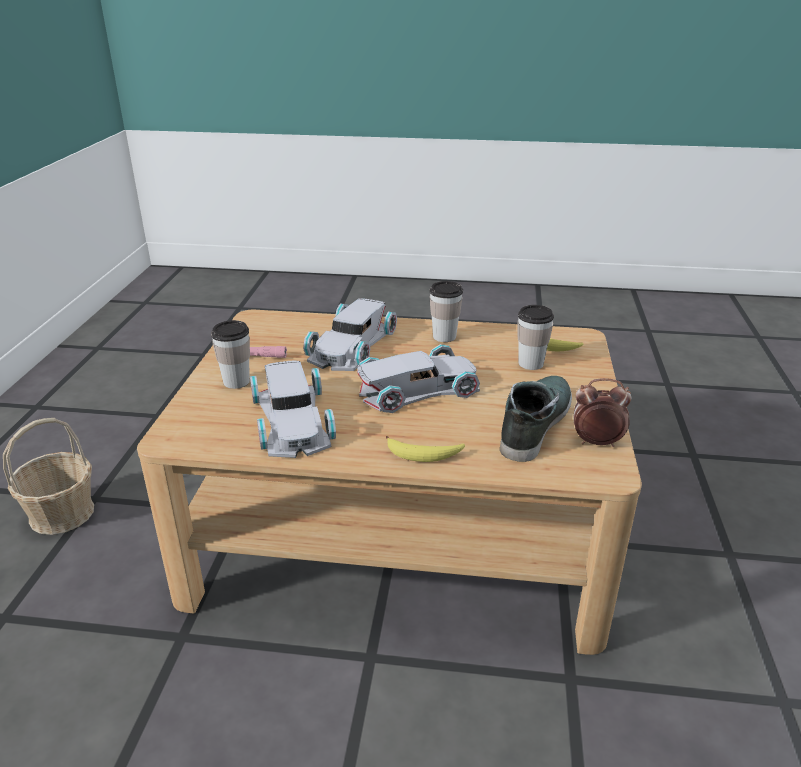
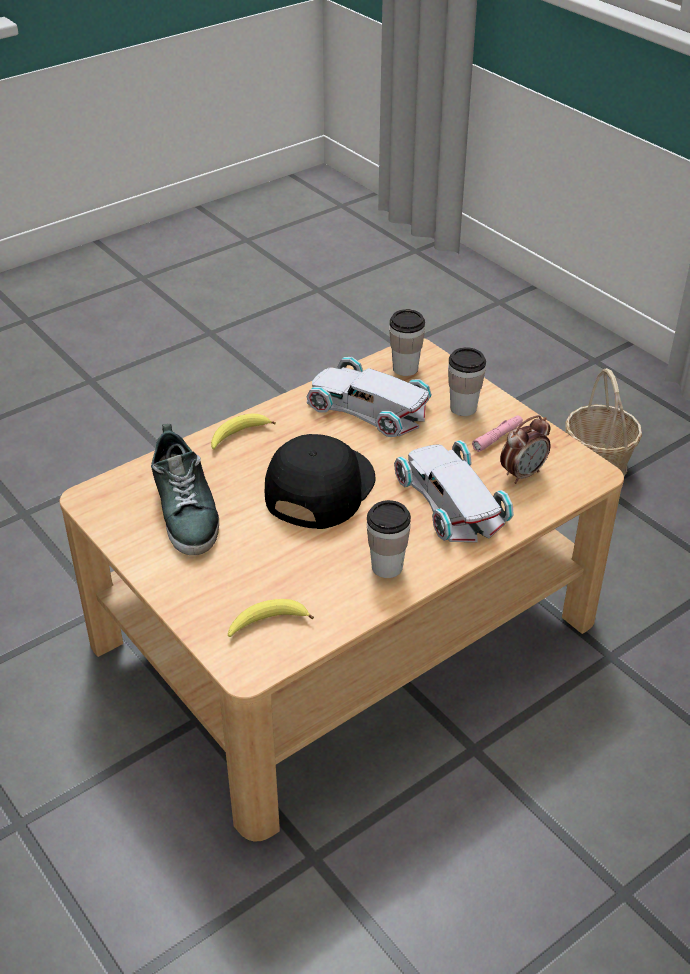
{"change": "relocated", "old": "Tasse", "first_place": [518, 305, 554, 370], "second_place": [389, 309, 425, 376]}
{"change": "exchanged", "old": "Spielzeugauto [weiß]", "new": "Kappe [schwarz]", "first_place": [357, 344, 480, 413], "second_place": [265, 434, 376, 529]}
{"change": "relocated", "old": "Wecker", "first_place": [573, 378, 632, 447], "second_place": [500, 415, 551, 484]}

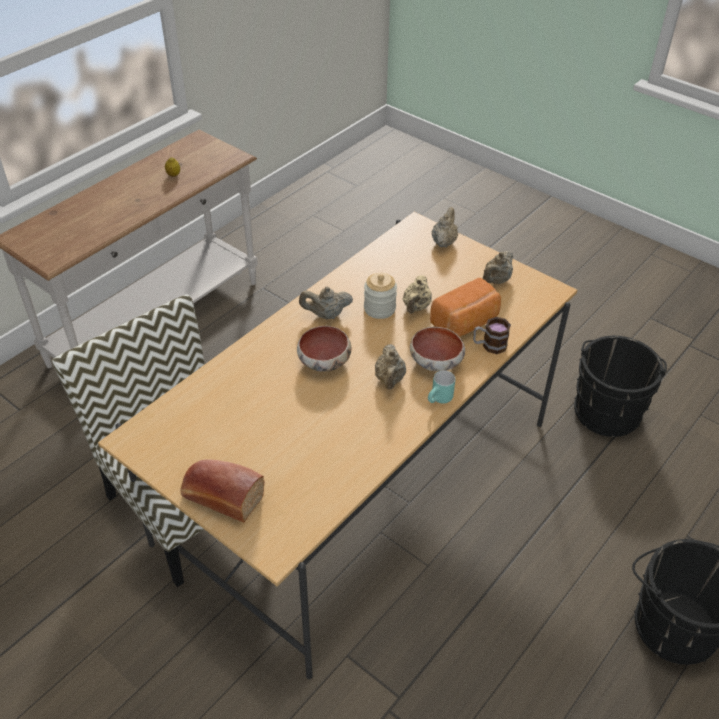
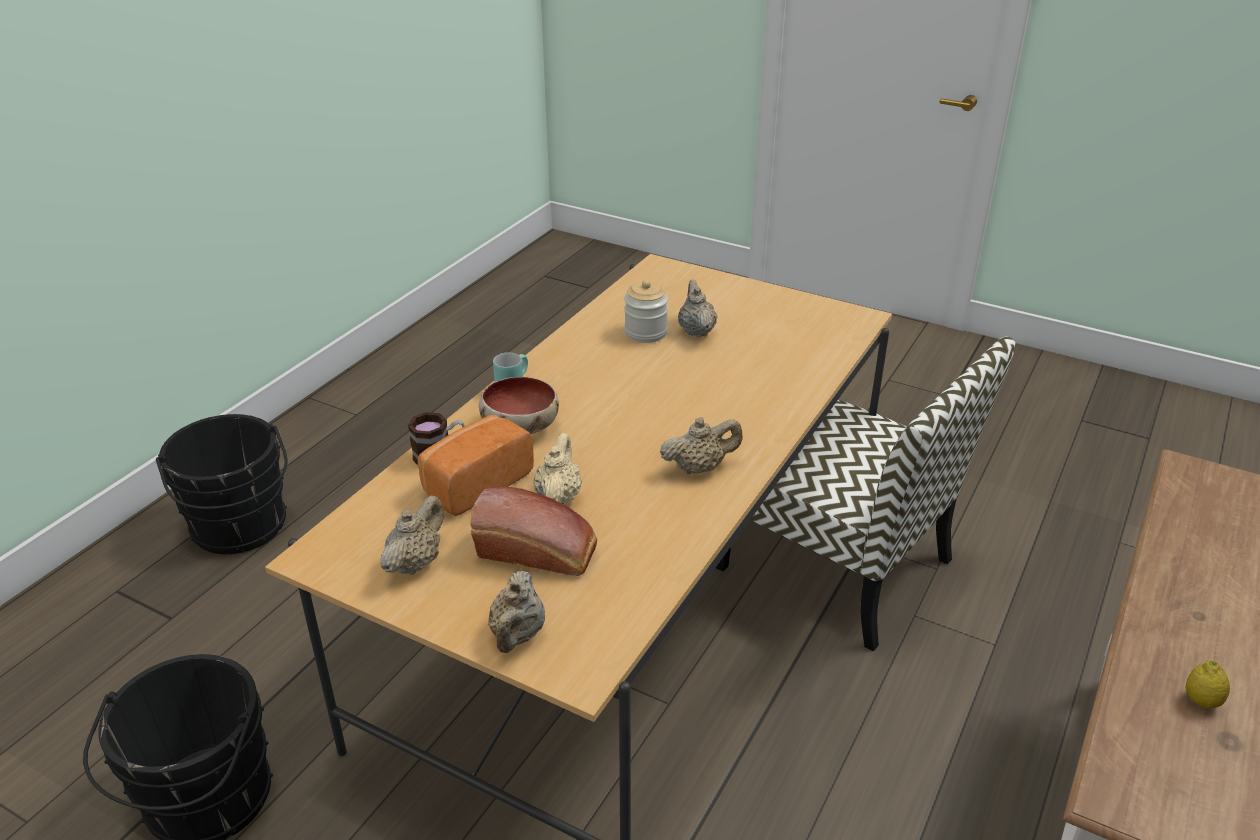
{"change": "relocated", "old": "Vorratsglas", "first_place": [364, 273, 397, 319], "second_place": [624, 280, 668, 343]}
{"change": "missing", "old": "Schüssel", "first_place": [297, 326, 351, 372]}
{"change": "relocated", "old": "Teekanne [beige]", "first_place": [375, 344, 406, 390], "second_place": [678, 280, 718, 337]}
{"change": "relocated", "old": "Brot", "first_place": [181, 459, 265, 522], "second_place": [470, 486, 597, 576]}

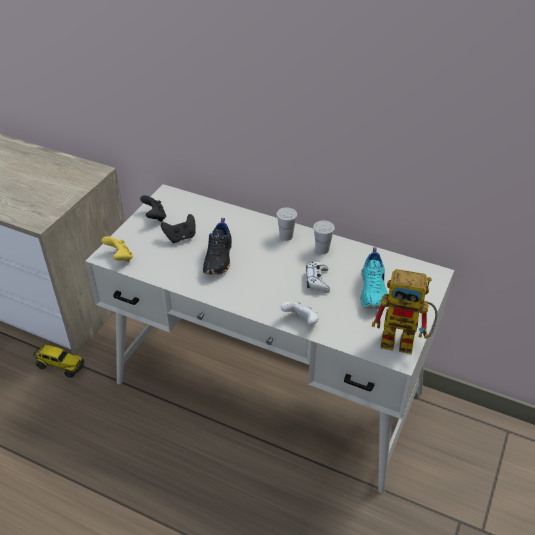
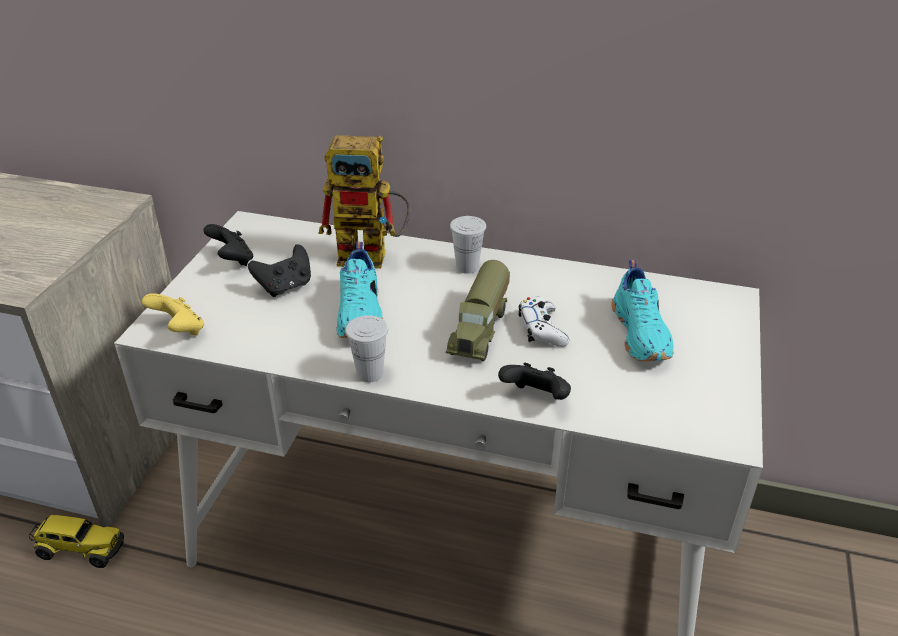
{"change": "colour", "old": "Schuh [schwarz]", "new": "Schuh [türkis]", "first_place": [203, 218, 232, 275], "second_place": [336, 242, 383, 338]}
{"change": "relocated", "old": "Tasse [weiß]", "first_place": [313, 221, 335, 254], "second_place": [345, 315, 388, 382]}
{"change": "relocated", "old": "Spielzeugroboter", "first_place": [372, 269, 438, 354], "second_place": [318, 135, 410, 268]}
{"change": "colour", "old": "Gamepad [weiß]", "new": "Gamepad [schwarz]", "first_place": [281, 301, 319, 325], "second_place": [498, 363, 571, 400]}
{"change": "appeared", "new": "Spielzeuglaster", "second_place": [446, 260, 510, 361]}

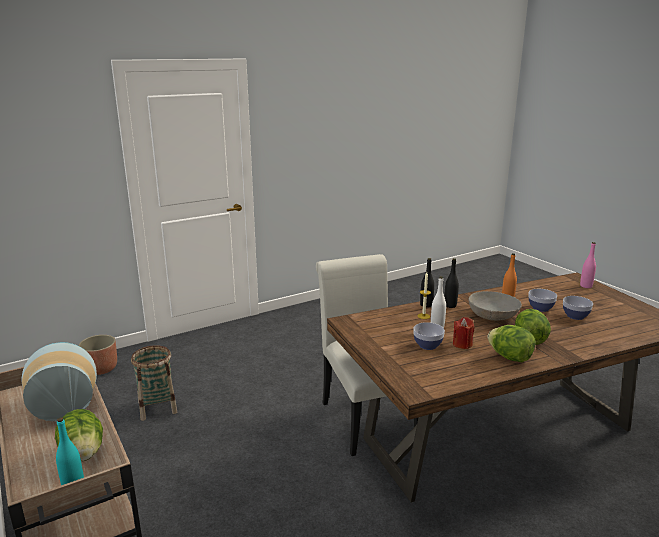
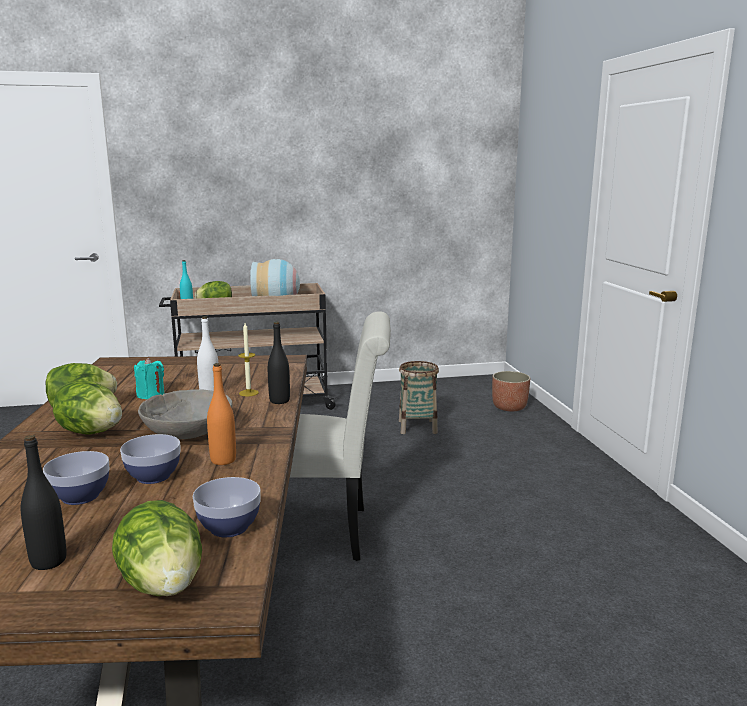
{"change": "exchanged", "old": "Flasche [rosa]", "new": "Salatkopf", "first_place": [580, 242, 596, 288], "second_place": [112, 500, 202, 596]}
{"change": "relocated", "old": "Flasche [schwarz]", "first_place": [444, 258, 459, 308], "second_place": [21, 435, 66, 570]}
{"change": "colour", "old": "Kerze [rot]", "new": "Kerze [türkis]", "first_place": [453, 317, 474, 349], "second_place": [134, 358, 164, 400]}
{"change": "relocated", "old": "Schüssel", "first_place": [413, 322, 445, 350], "second_place": [193, 477, 261, 537]}

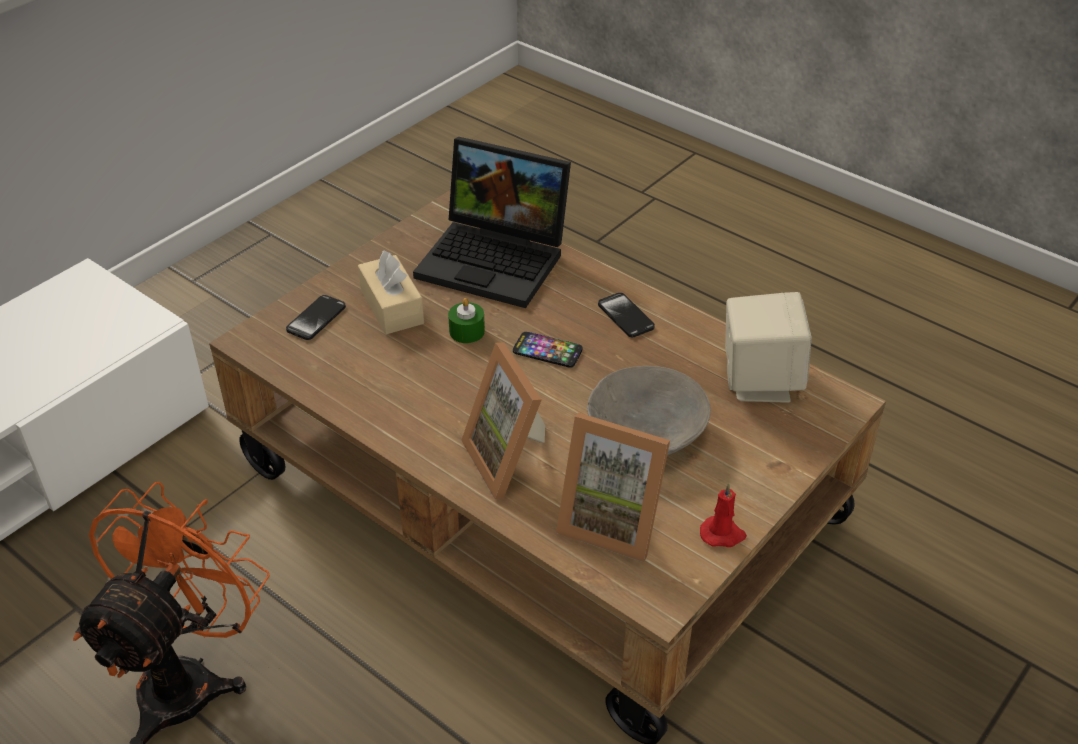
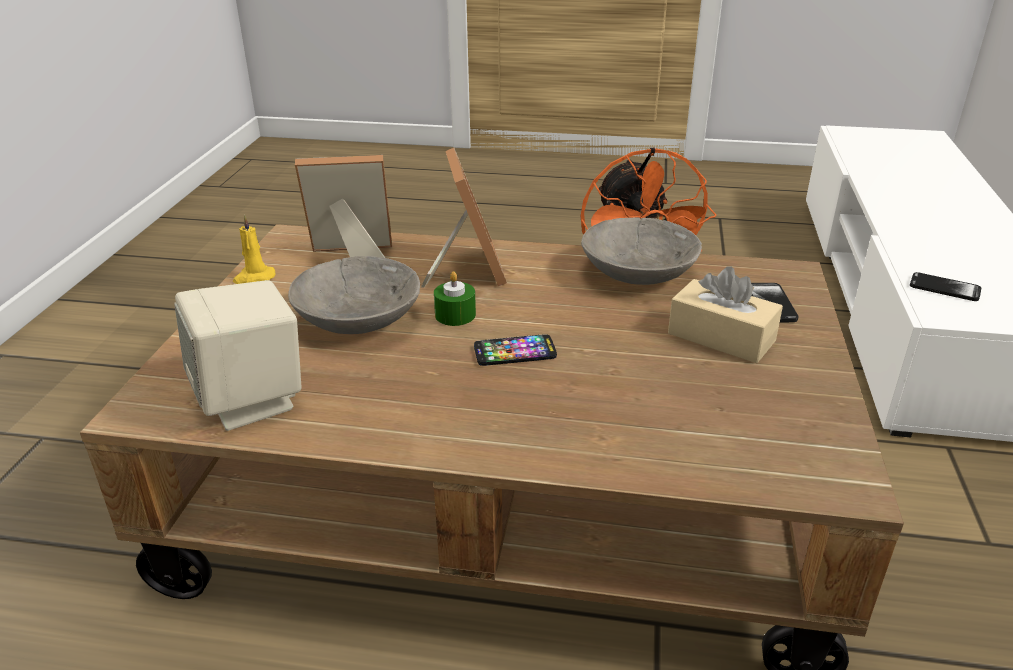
{"change": "missing", "old": "Laptop", "first_place": [413, 137, 571, 308]}
{"change": "relocated", "old": "Handy", "first_place": [598, 293, 655, 337], "second_place": [910, 272, 981, 301]}
{"change": "relocated", "old": "Kerze [grün]", "first_place": [448, 298, 485, 343], "second_place": [434, 271, 476, 326]}
{"change": "spun", "old": "Bilderrahmen", "first_place": [461, 343, 545, 499], "second_place": [421, 148, 507, 288], "degrees": 45}
{"change": "colour", "old": "Kerze [rot]", "new": "Kerze [gelb]", "first_place": [700, 483, 747, 547], "second_place": [233, 215, 275, 284]}
{"change": "appeared", "new": "Schüssel [grau]", "second_place": [581, 217, 702, 285]}

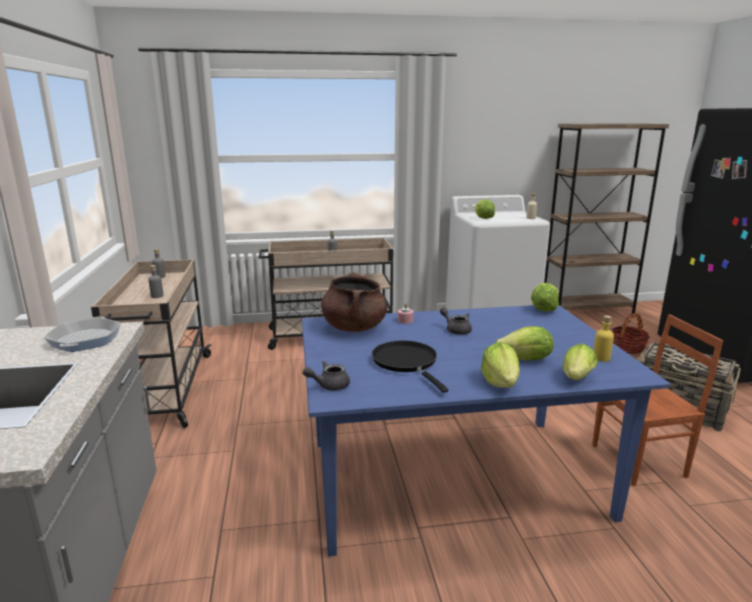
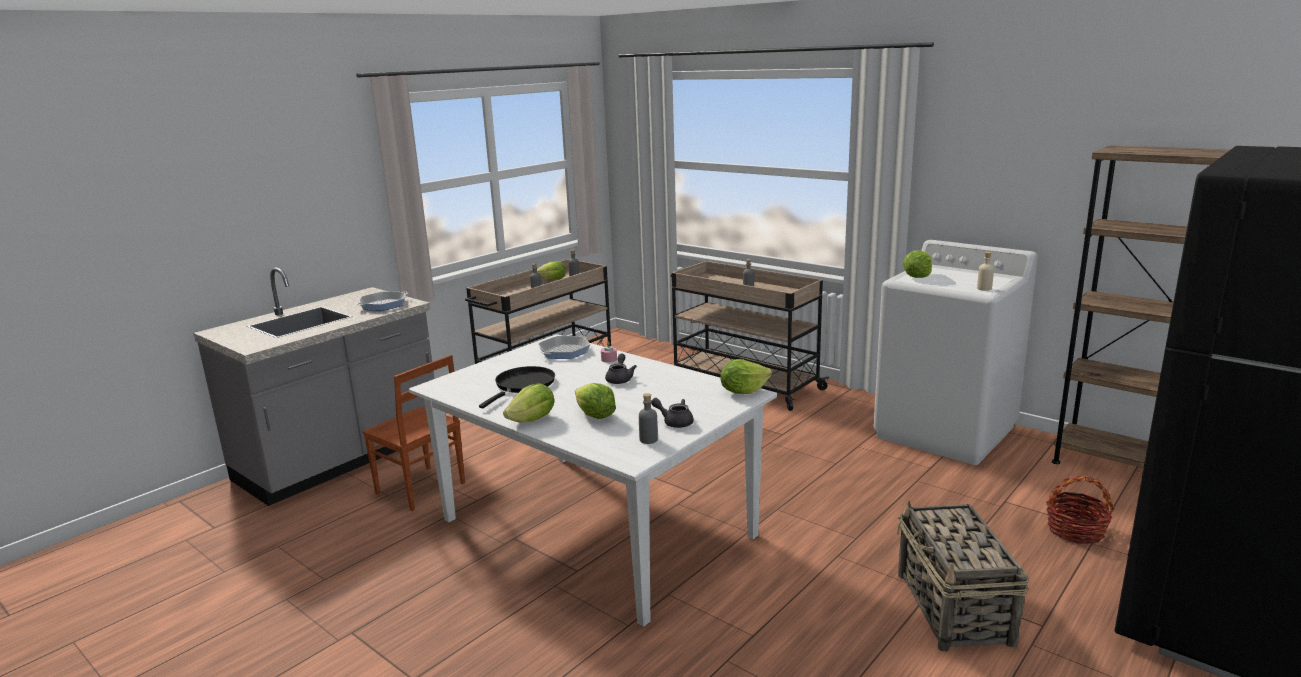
{"change": "exchanged", "old": "Kochtopf [braun]", "new": "Pfanne", "first_place": [321, 273, 387, 332], "second_place": [538, 336, 590, 359]}
{"change": "colour", "old": "Esstisch [blau]", "new": "Esstisch [weiß]", "first_place": [302, 305, 670, 556], "second_place": [409, 334, 777, 627]}
{"change": "relocated", "old": "Stuhl [braun]", "first_place": [592, 314, 723, 486], "second_place": [362, 355, 465, 511]}
{"change": "colour", "old": "Flasche [gelb]", "new": "Flasche [grau]", "first_place": [593, 315, 614, 362], "second_place": [639, 393, 658, 444]}
{"change": "relocated", "old": "Salatkopf", "first_place": [563, 344, 597, 380], "second_place": [537, 261, 566, 280]}
{"change": "relocated", "old": "Teekanne [grau]", "first_place": [303, 360, 350, 390], "second_place": [651, 398, 694, 428]}

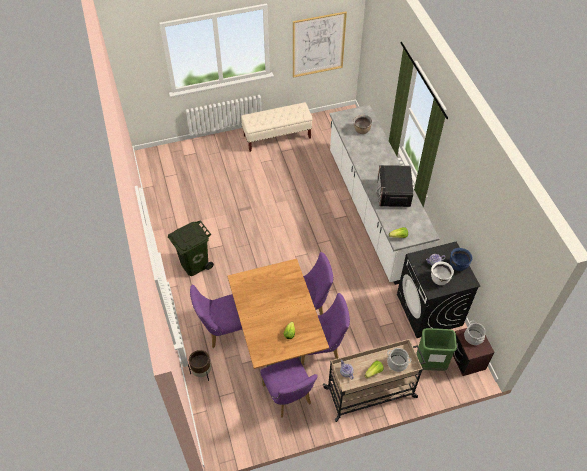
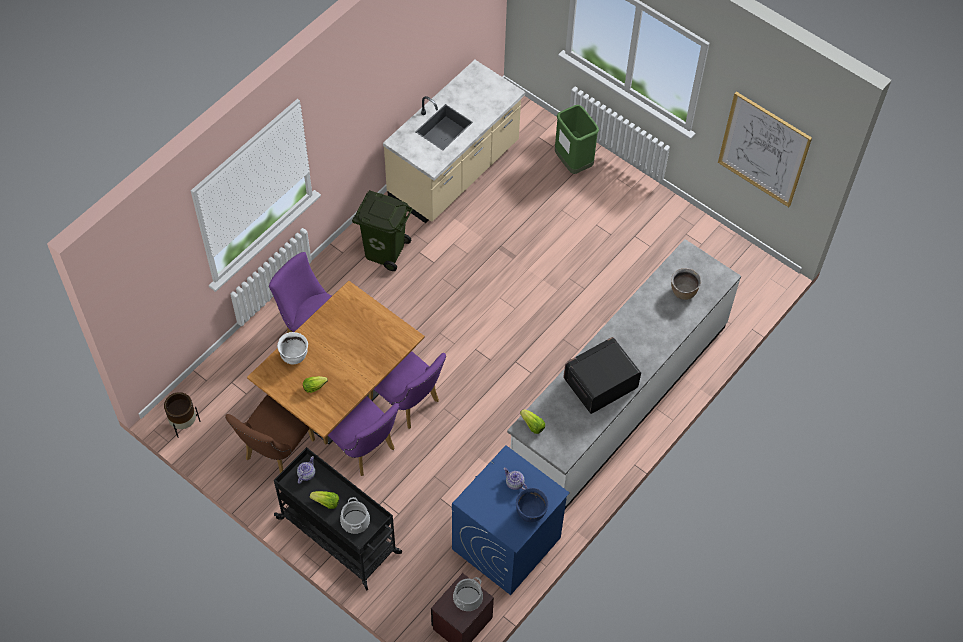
{"change": "missing", "old": "Bank [beige]", "first_place": [241, 102, 313, 152]}
{"change": "colour", "old": "Waschmaschine [schwarz]", "new": "Waschmaschine [blau]", "first_place": [397, 242, 480, 338], "second_place": [452, 445, 570, 595]}
{"change": "relocated", "old": "Kochtopf [weiß]", "first_place": [431, 261, 454, 285], "second_place": [277, 332, 308, 364]}
{"change": "relocated", "old": "Mülleimer [grün]", "first_place": [416, 328, 457, 371], "second_place": [555, 105, 599, 174]}
{"change": "colour", "old": "Rollwagen [beige]", "new": "Rollwagen [schwarz]", "first_place": [323, 339, 426, 422], "second_place": [274, 447, 402, 591]}
{"change": "relocated", "old": "Pflanzkübel [braun]", "first_place": [188, 350, 211, 381], "second_place": [164, 392, 200, 438]}
{"change": "colour", "old": "Stuhl [lila]", "new": "Stuhl [braun]", "first_place": [260, 357, 318, 417], "second_place": [225, 395, 315, 473]}
{"change": "appeared", "new": "Küchenzeile [beige]", "second_place": [383, 60, 525, 223]}

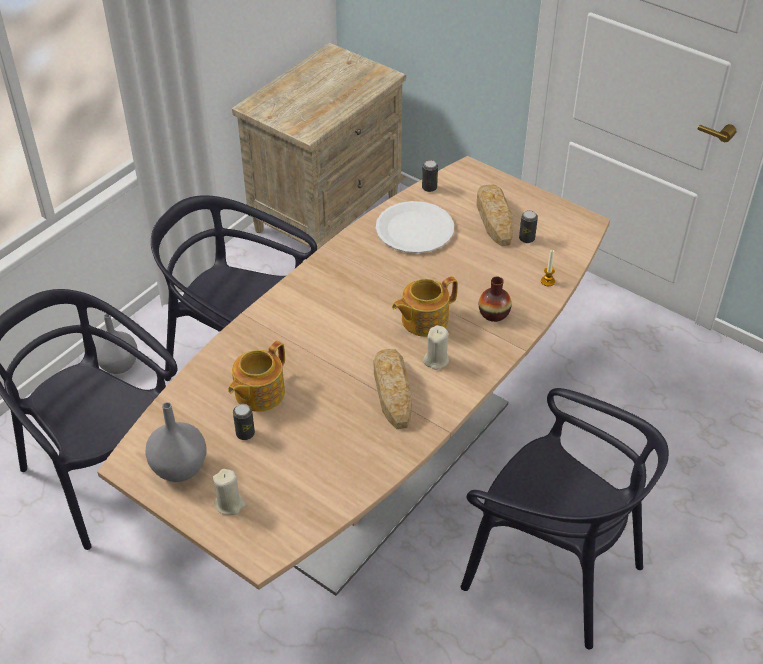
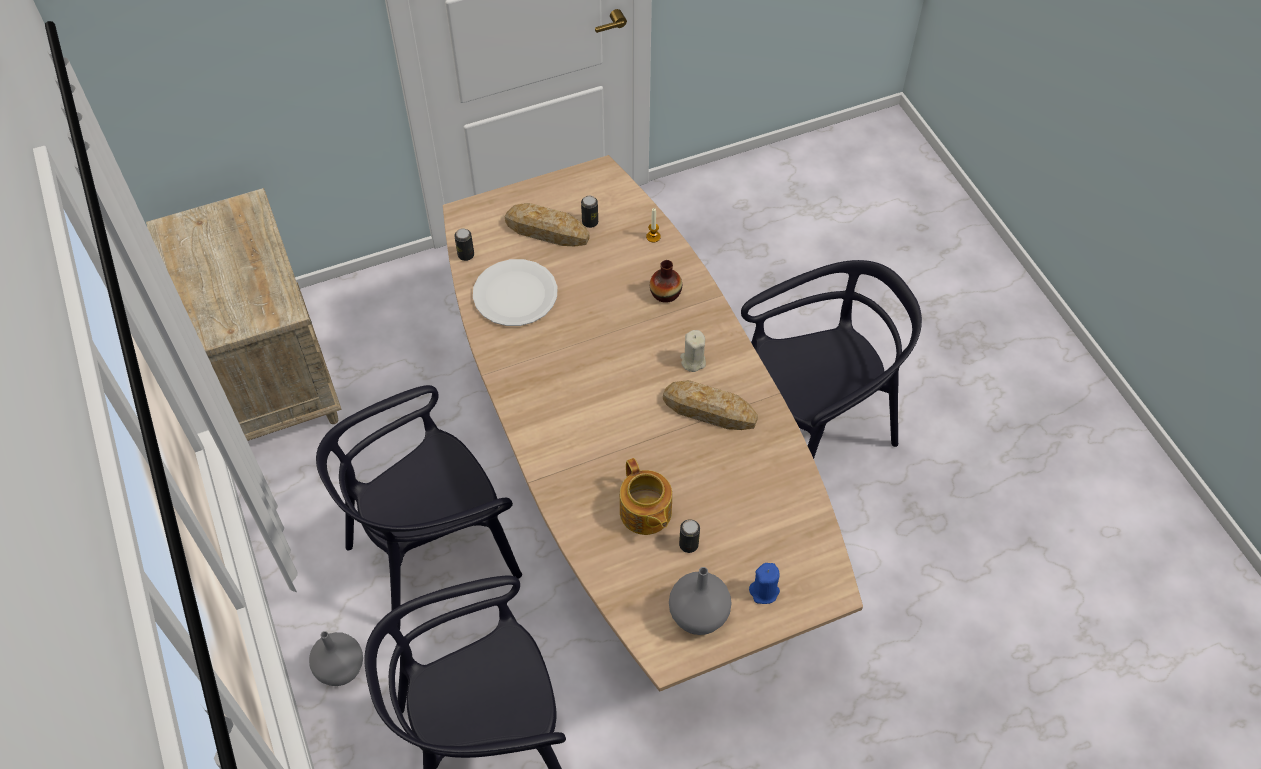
{"change": "missing", "old": "Teekanne", "first_place": [392, 276, 458, 337]}
{"change": "colour", "old": "Kerze [beige]", "new": "Kerze [blau]", "first_place": [213, 469, 246, 515], "second_place": [749, 563, 780, 604]}

